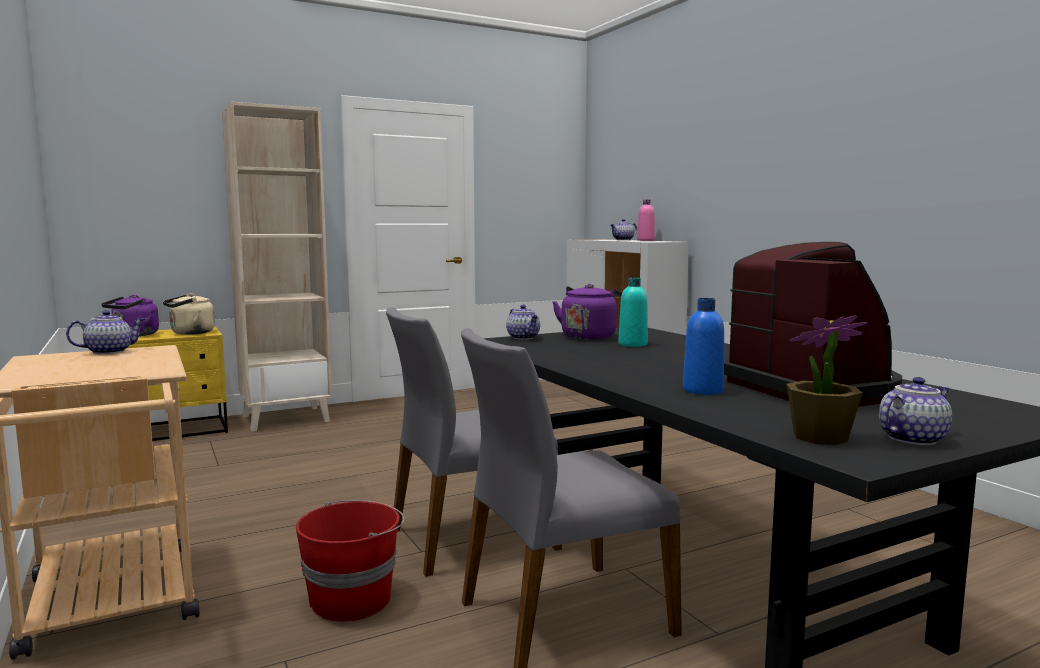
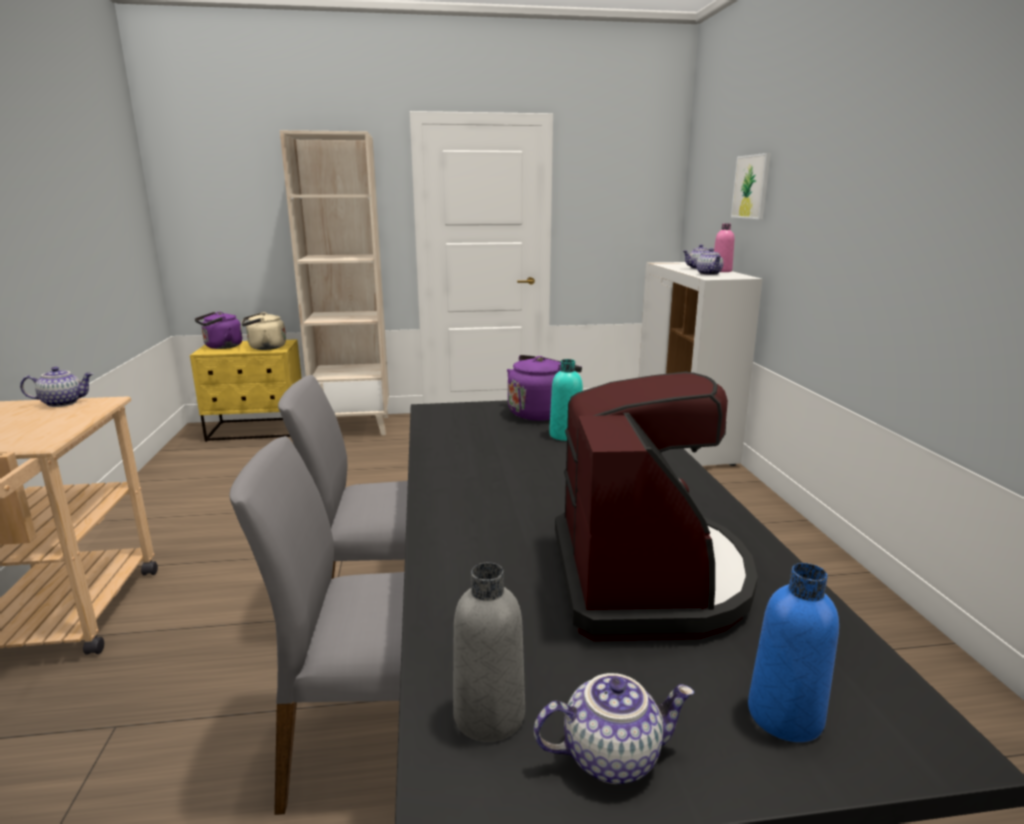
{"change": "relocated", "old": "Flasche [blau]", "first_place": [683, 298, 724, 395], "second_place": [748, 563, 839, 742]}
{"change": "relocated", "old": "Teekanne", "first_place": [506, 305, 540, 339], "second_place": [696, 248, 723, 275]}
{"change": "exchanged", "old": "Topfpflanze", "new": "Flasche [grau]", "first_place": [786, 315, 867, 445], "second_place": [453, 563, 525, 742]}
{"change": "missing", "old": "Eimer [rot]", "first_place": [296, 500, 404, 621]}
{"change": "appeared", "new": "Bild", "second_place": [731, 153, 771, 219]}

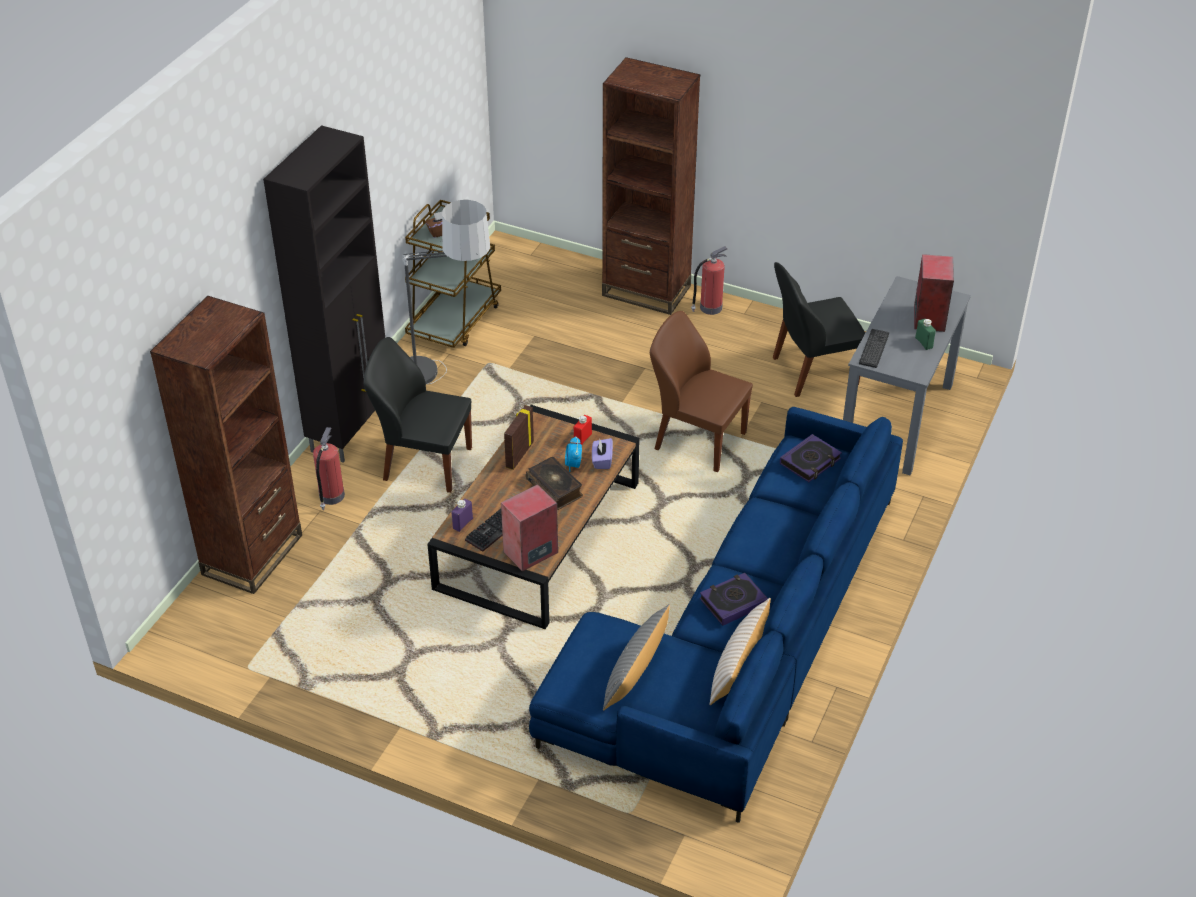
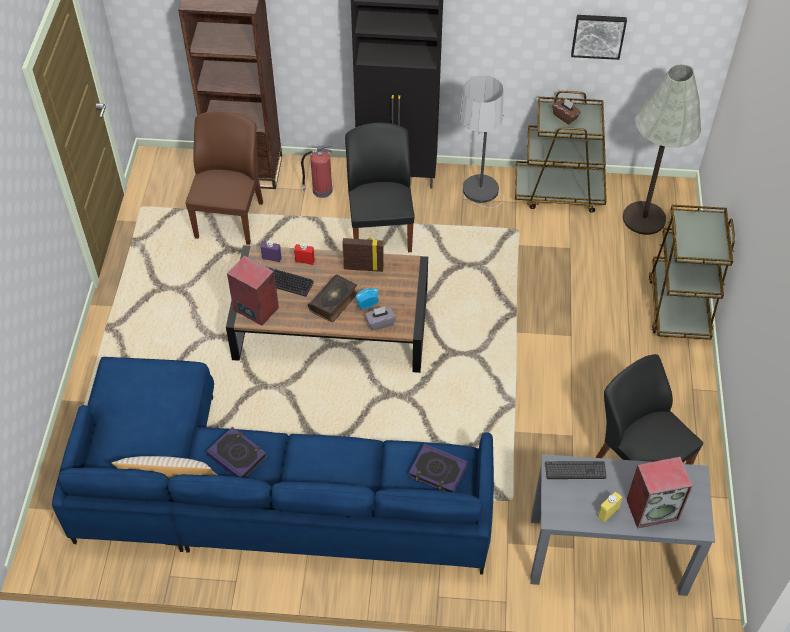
{"change": "exchanged", "old": "Bücherregal [braun]", "new": "Rollwagen [braun]", "first_place": [602, 57, 700, 315], "second_place": [649, 205, 735, 340]}
{"change": "missing", "old": "Feuerlöscher", "first_place": [691, 246, 727, 315]}
{"change": "relocated", "old": "Stuhl [braun]", "first_place": [650, 311, 753, 472], "second_place": [186, 111, 263, 245]}
{"change": "colour", "old": "Flasche [grün]", "new": "Flasche [gelb]", "first_place": [915, 319, 936, 350], "second_place": [598, 492, 622, 522]}
{"change": "relocated", "old": "Flasche [rot]", "first_place": [574, 415, 592, 445], "second_place": [294, 243, 315, 265]}
{"change": "colour", "old": "Taschentuchbox [lila]", "new": "Taschentuchbox [grau]", "first_place": [592, 438, 613, 469], "second_place": [365, 307, 396, 331]}
{"change": "missing", "old": "Kissen [grau]", "first_place": [603, 604, 670, 711]}
{"change": "appeared", "new": "Bild", "second_place": [571, 15, 627, 60]}
{"change": "appeared", "new": "Stehlampe [grau]", "second_place": [623, 64, 701, 235]}

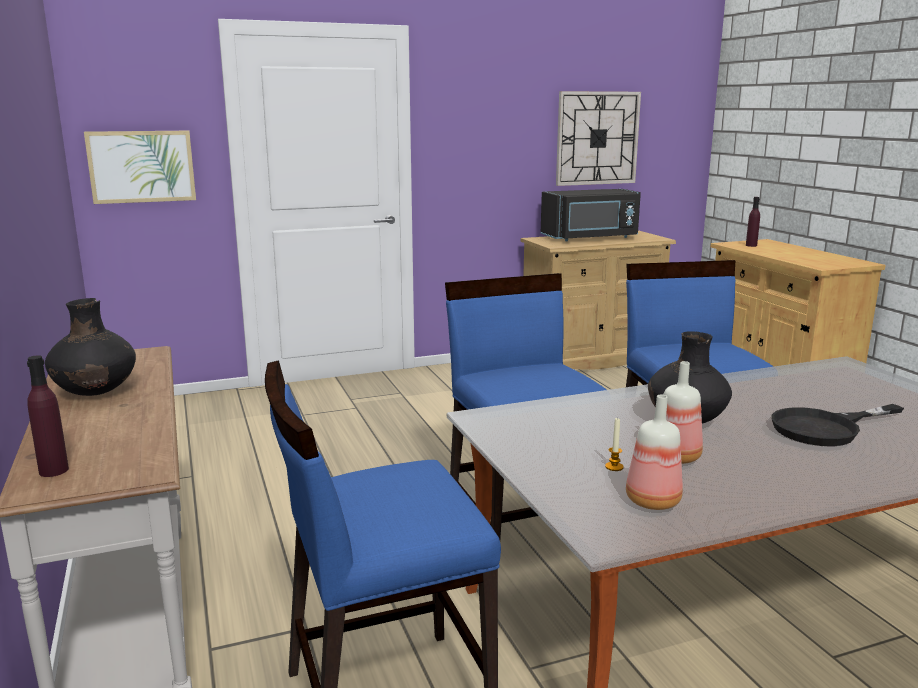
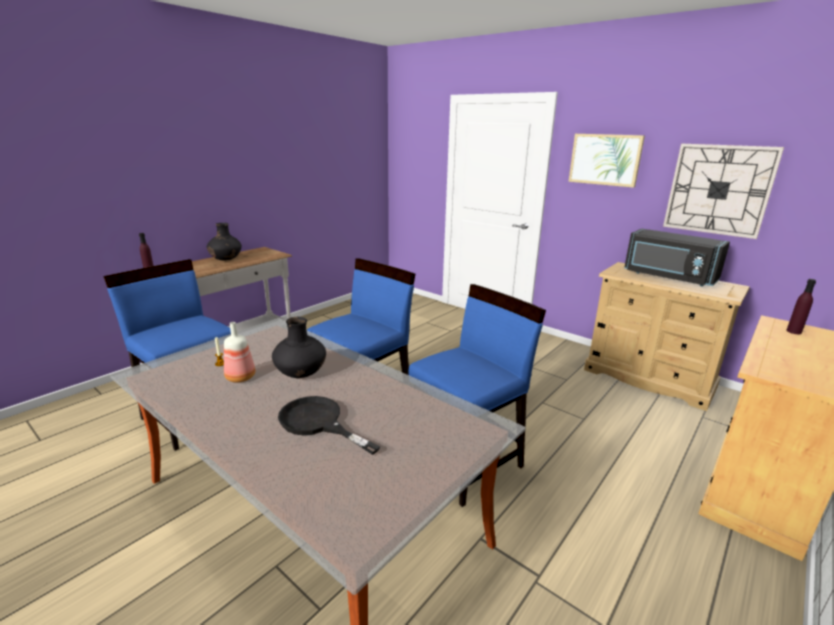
{"change": "relocated", "old": "Bild", "first_place": [84, 131, 196, 204], "second_place": [568, 134, 645, 188]}
{"change": "missing", "old": "Flasche", "first_place": [626, 394, 683, 510]}

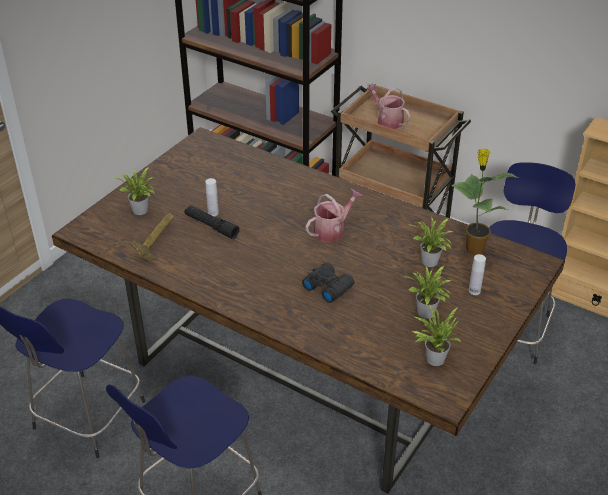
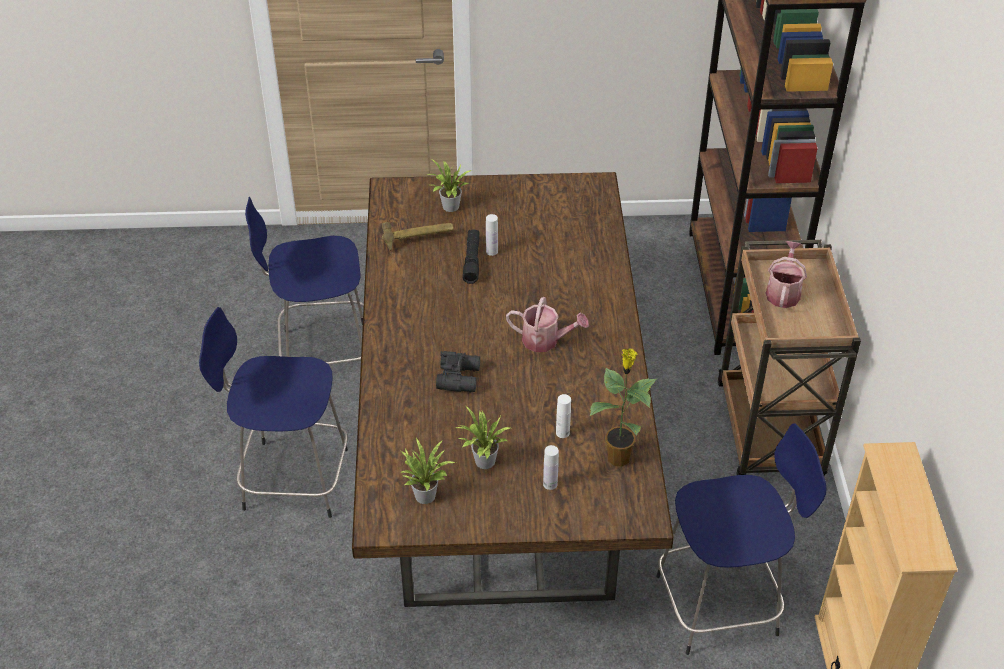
{"change": "exchanged", "old": "Topfpflanze", "new": "Flasche [weiß]", "first_place": [411, 218, 454, 267], "second_place": [556, 394, 571, 438]}

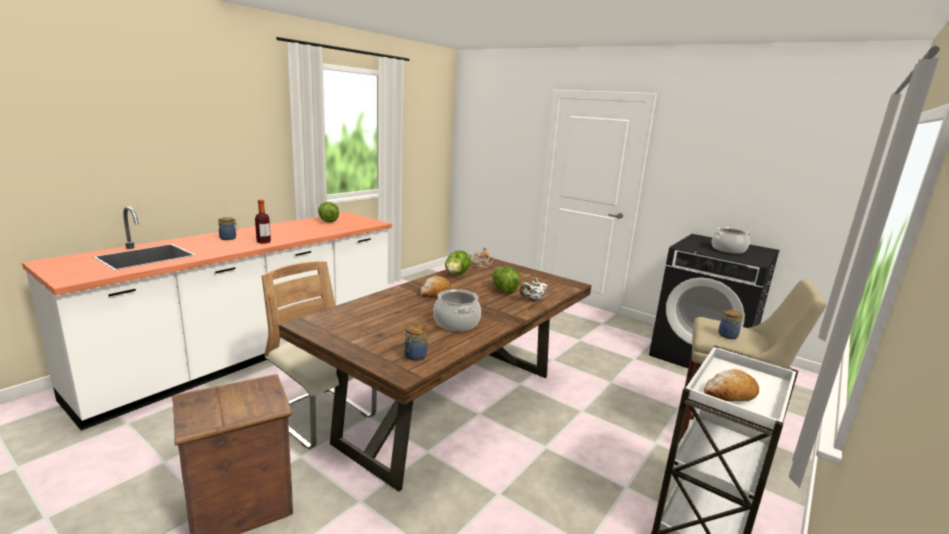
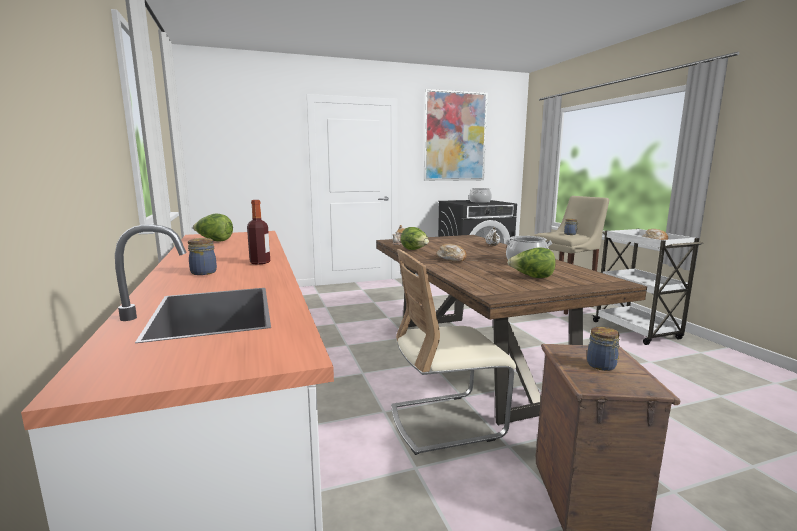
{"change": "relocated", "old": "Salatkopf", "first_place": [492, 266, 520, 293], "second_place": [507, 247, 556, 278]}
{"change": "relocated", "old": "Vorratsglas", "first_place": [405, 324, 428, 361], "second_place": [587, 327, 620, 371]}
{"change": "appeared", "new": "Bild", "second_place": [424, 89, 488, 181]}

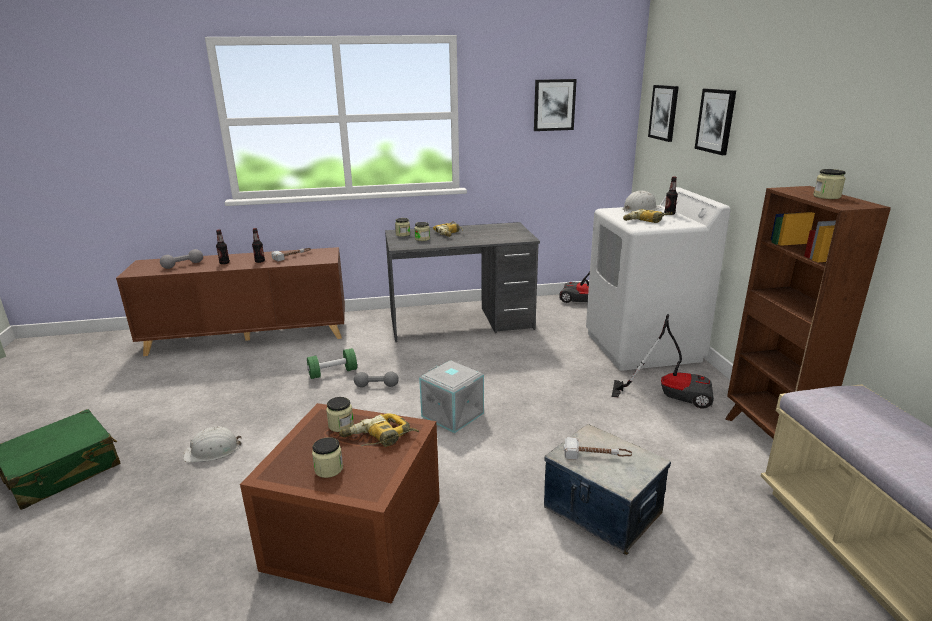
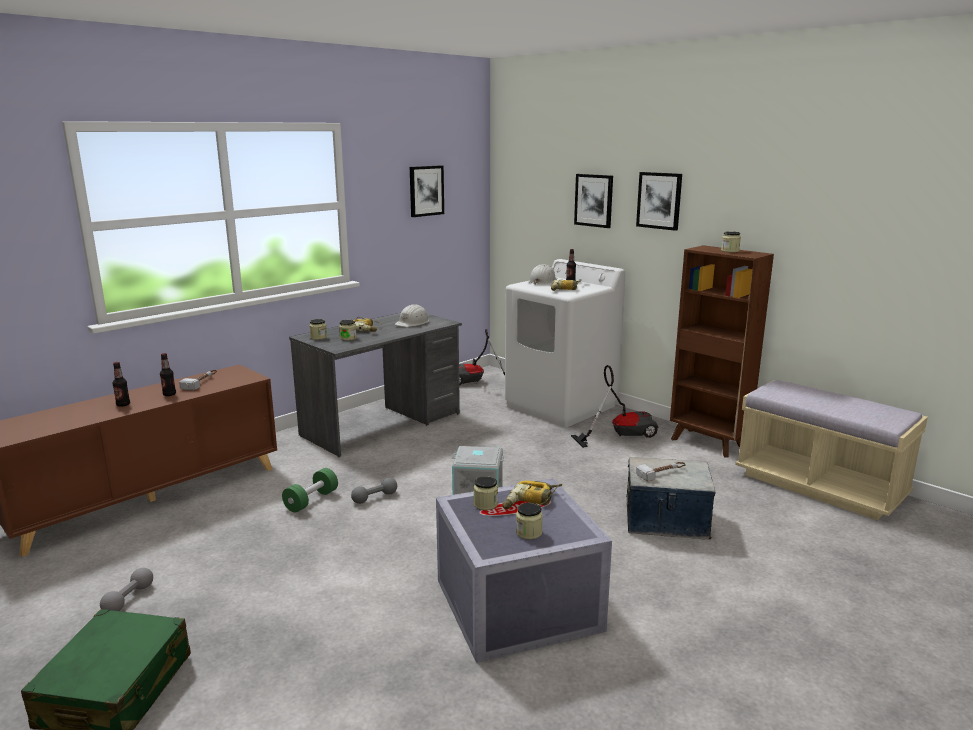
{"change": "relocated", "old": "Bild", "first_place": [648, 85, 679, 142], "second_place": [636, 172, 682, 231]}
{"change": "relocated", "old": "Hantel [grau]", "first_place": [160, 249, 203, 269], "second_place": [100, 568, 153, 611]}
{"change": "colour", "old": "Aufbewahrungsbox [braun]", "new": "Aufbewahrungsbox [grau]", "first_place": [240, 403, 440, 604], "second_place": [436, 478, 612, 663]}
{"change": "relocated", "old": "Schutzhelm [weiß]", "first_place": [183, 427, 242, 462], "second_place": [395, 304, 429, 327]}

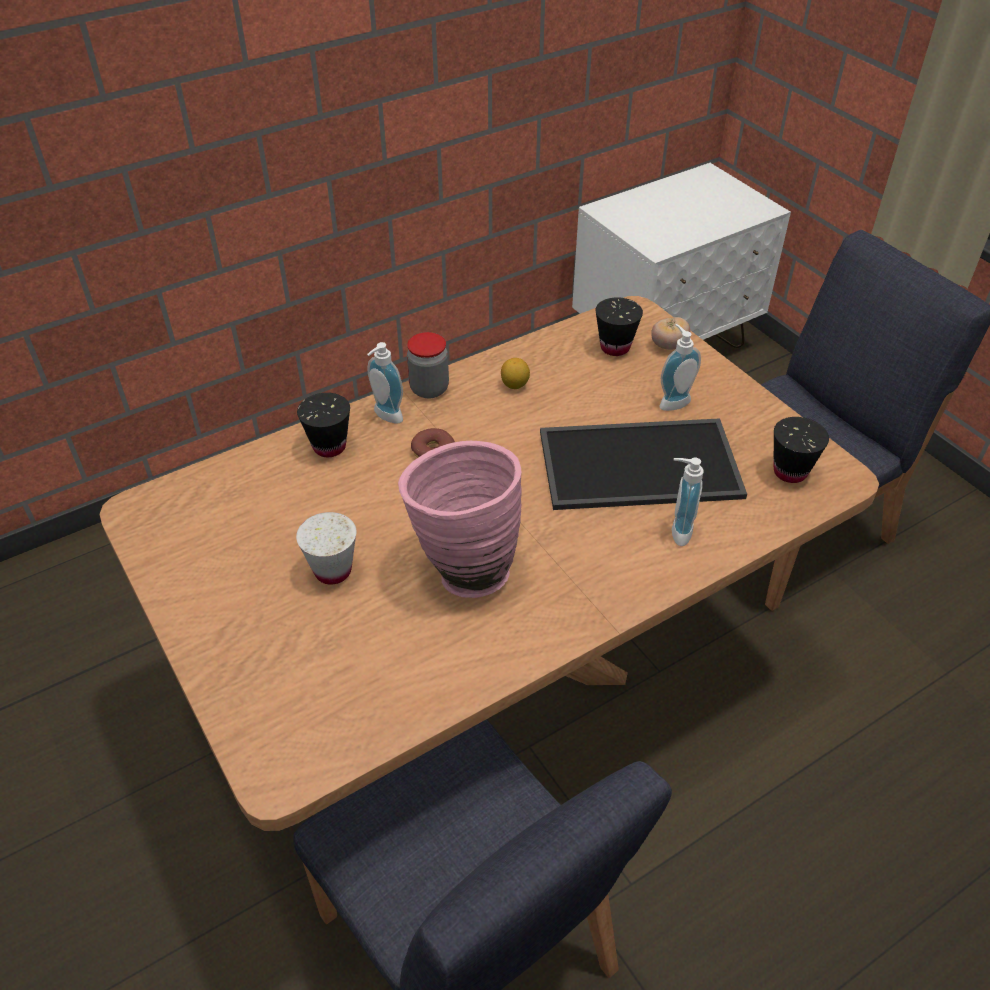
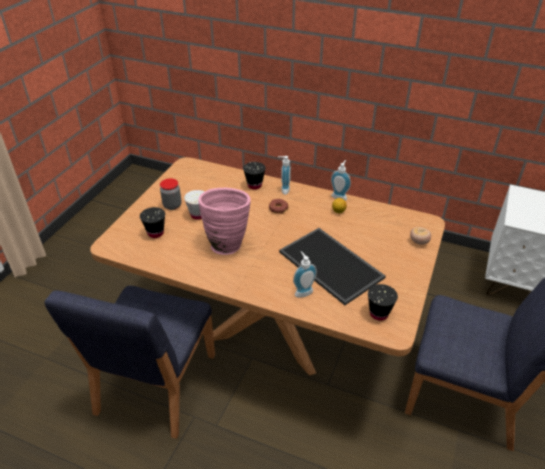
{"change": "relocated", "old": "Tasse [schwarz]", "first_place": [595, 297, 643, 356], "second_place": [140, 207, 165, 238]}
{"change": "relocated", "old": "Seifenspender", "first_place": [659, 324, 701, 411], "second_place": [331, 160, 351, 200]}
{"change": "relocated", "old": "Vorratsglas", "first_place": [407, 332, 449, 398], "second_place": [160, 178, 181, 210]}

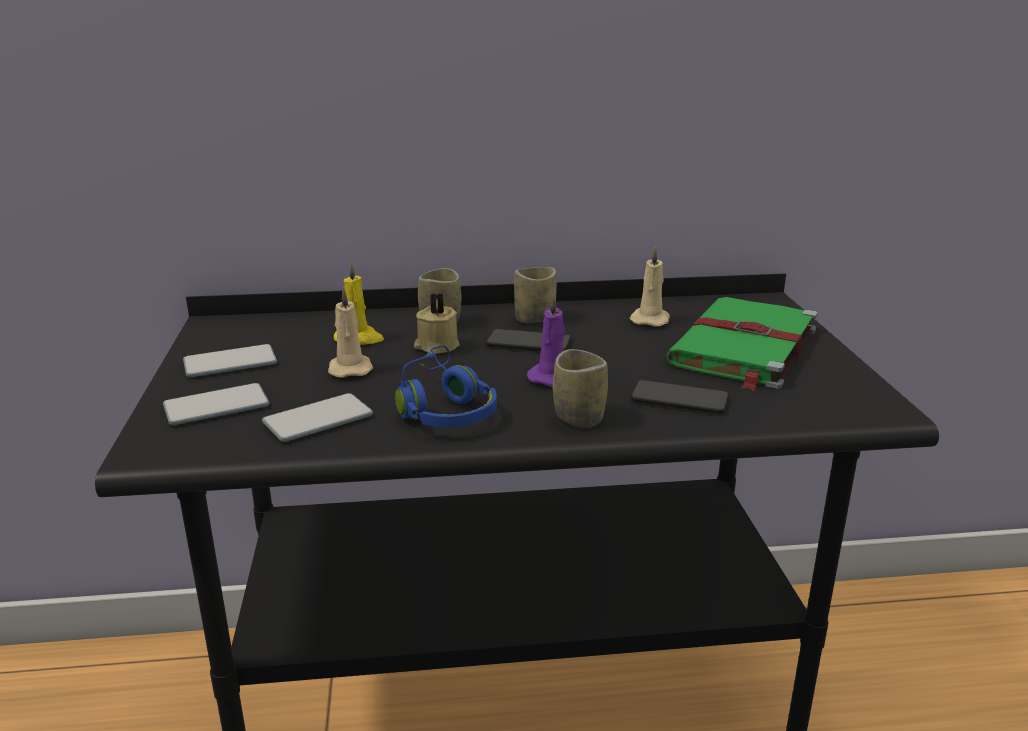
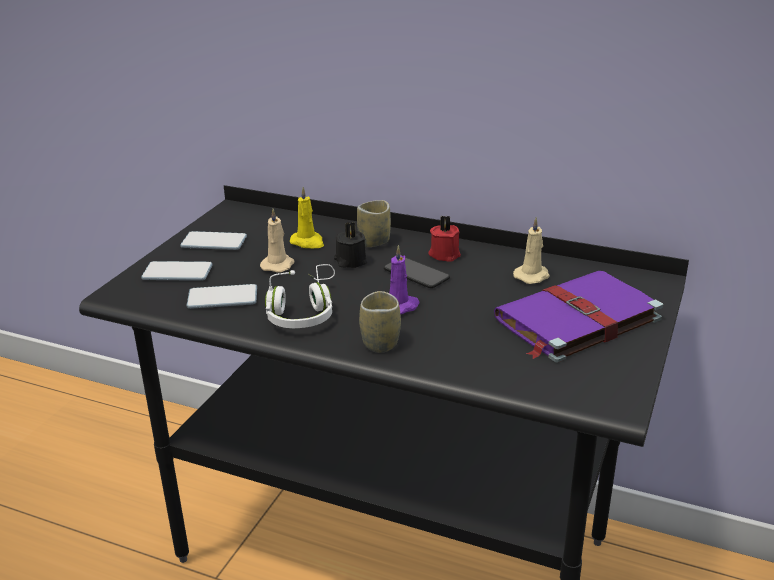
{"change": "exchanged", "old": "Tasse", "new": "Kerze [rot]", "first_place": [514, 267, 557, 323], "second_place": [428, 216, 461, 262]}
{"change": "colour", "old": "Kerze [beige]", "new": "Kerze [schwarz]", "first_place": [414, 293, 459, 354], "second_place": [334, 222, 367, 268]}
{"change": "colour", "old": "Buch [grün]", "new": "Buch [lila]", "first_place": [666, 297, 818, 391], "second_place": [494, 271, 663, 363]}
{"change": "colour", "old": "Kopfhörer [blau]", "new": "Kopfhörer [weiß]", "first_place": [395, 345, 497, 428], "second_place": [265, 264, 335, 328]}
{"change": "missing", "old": "Handy", "first_place": [630, 380, 729, 414]}

